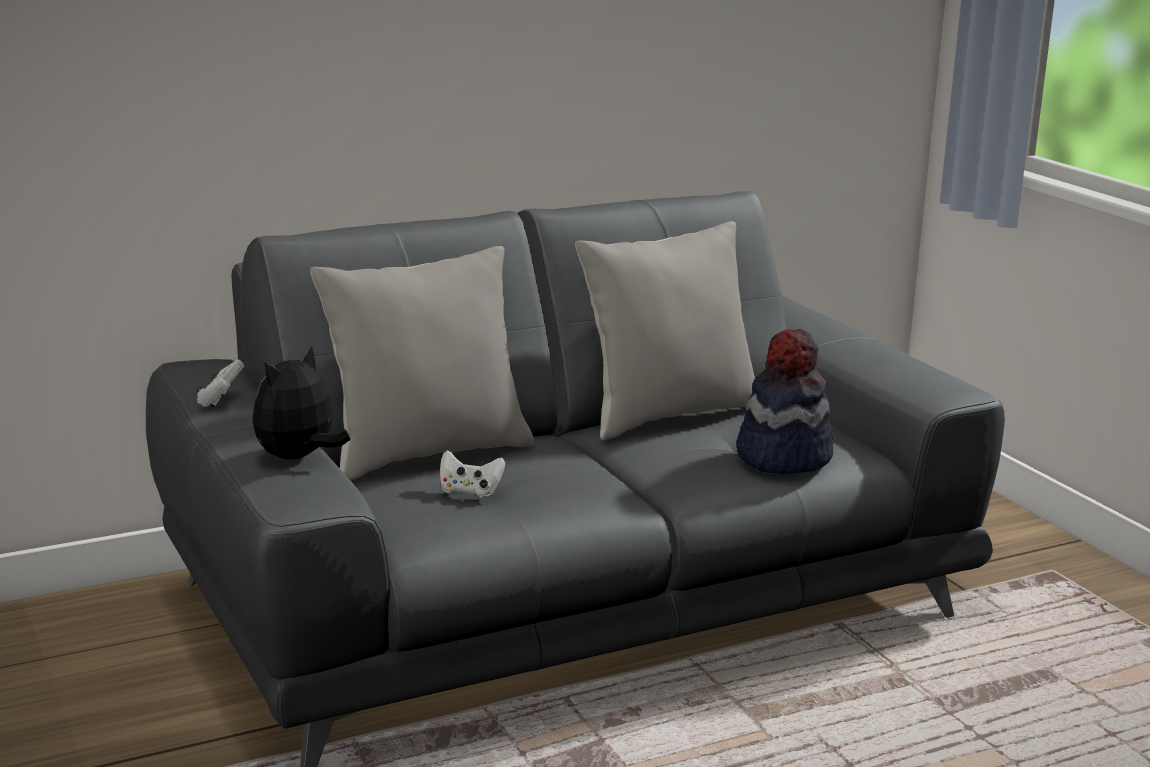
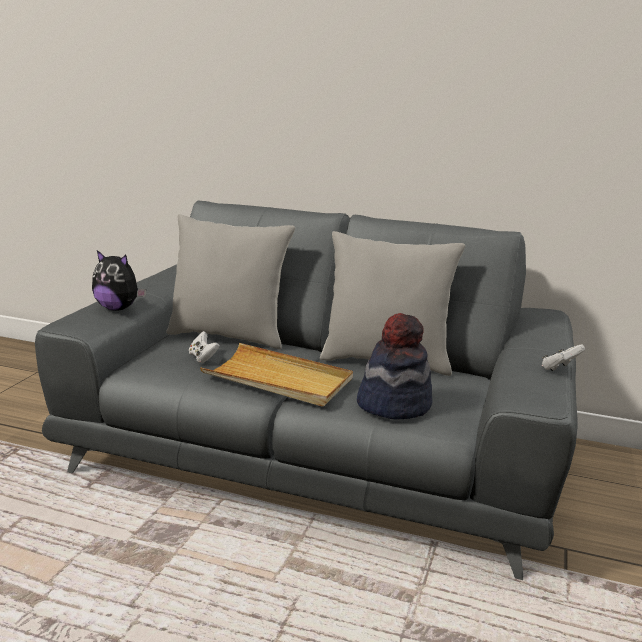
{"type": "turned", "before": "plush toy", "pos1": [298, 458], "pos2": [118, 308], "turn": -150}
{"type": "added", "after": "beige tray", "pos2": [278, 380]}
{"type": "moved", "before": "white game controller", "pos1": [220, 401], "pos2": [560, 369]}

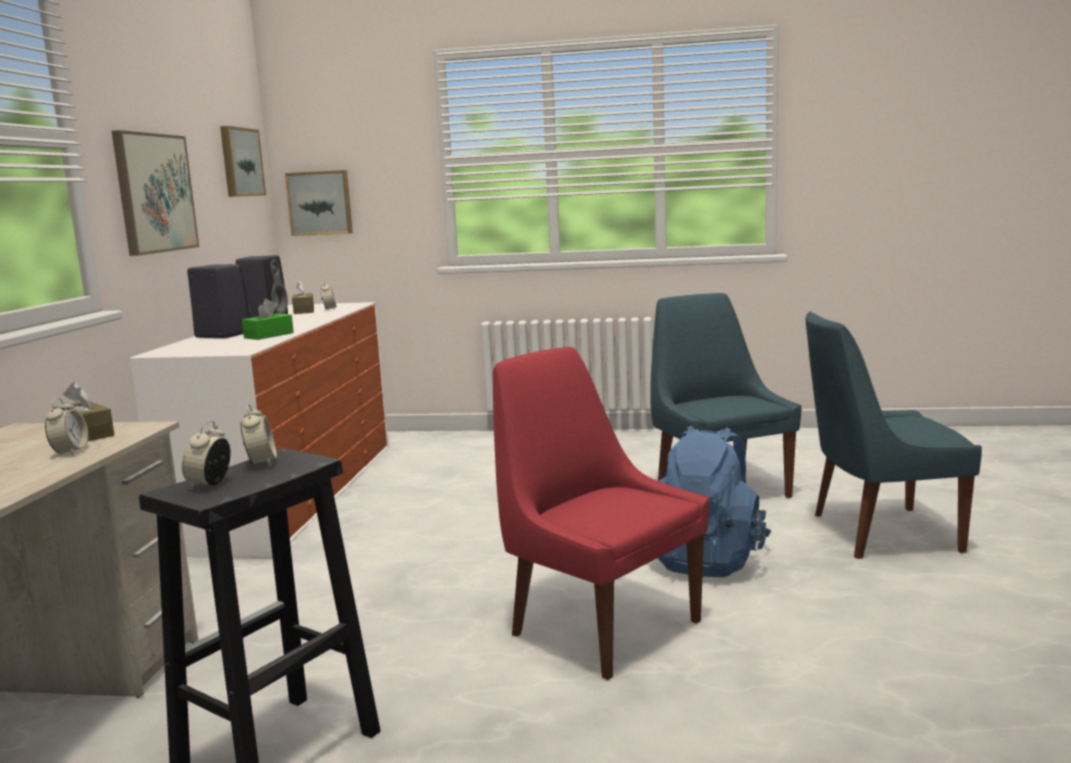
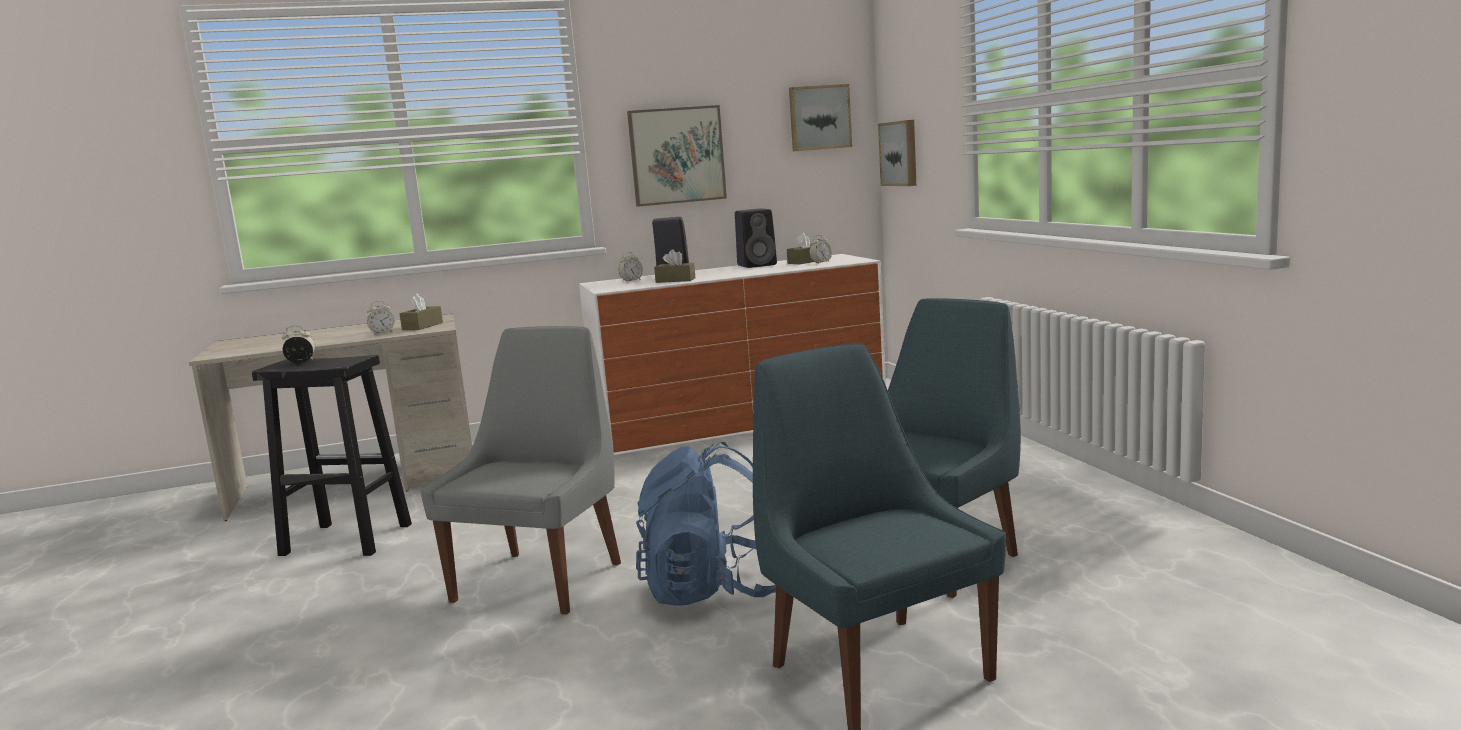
{"type": "recoloured", "before": "red chair", "after": "grey chair", "pos1": [600, 626], "pos2": [542, 579]}
{"type": "moved", "before": "alarm clock", "pos1": [261, 462], "pos2": [631, 281]}
{"type": "recoloured", "before": "green tissue box", "after": "brown tissue box", "pos1": [269, 335], "pos2": [675, 280]}

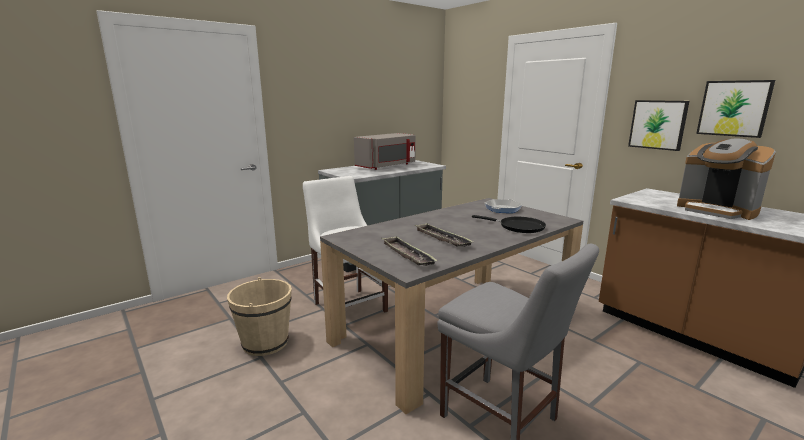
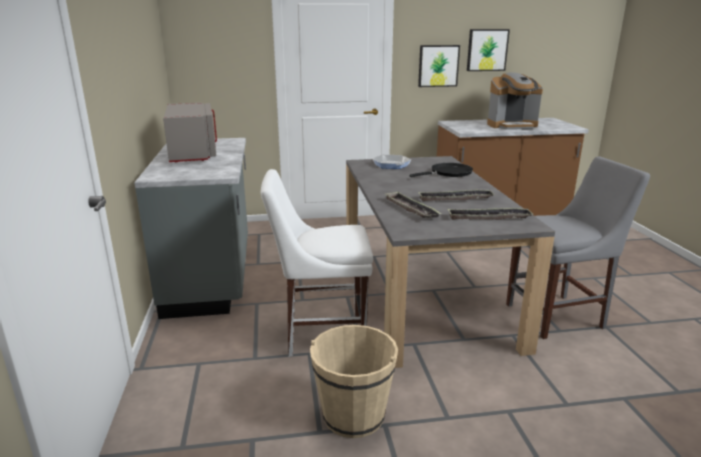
{"type": "added", "after": "tray", "pos2": [410, 209]}

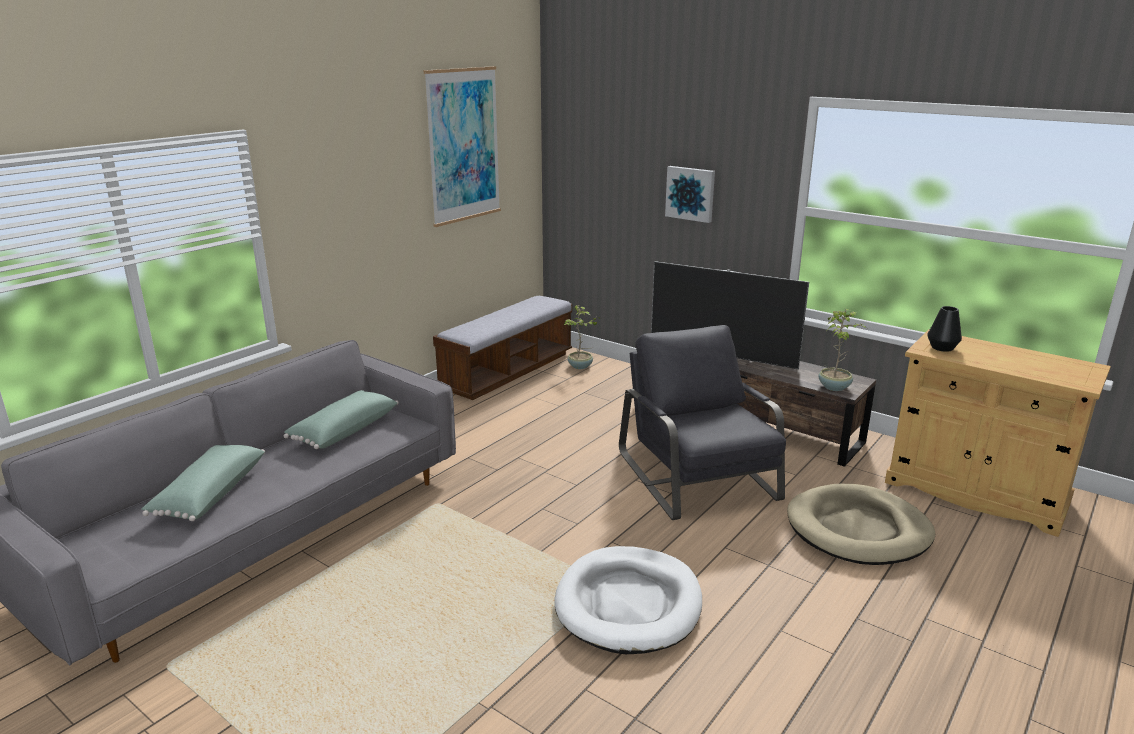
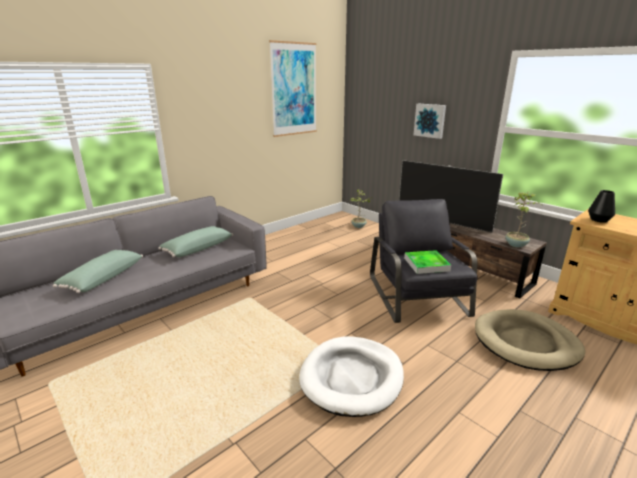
{"type": "added", "after": "tray", "pos2": [426, 264]}
{"type": "removed", "before": "bench", "pos1": [508, 371]}

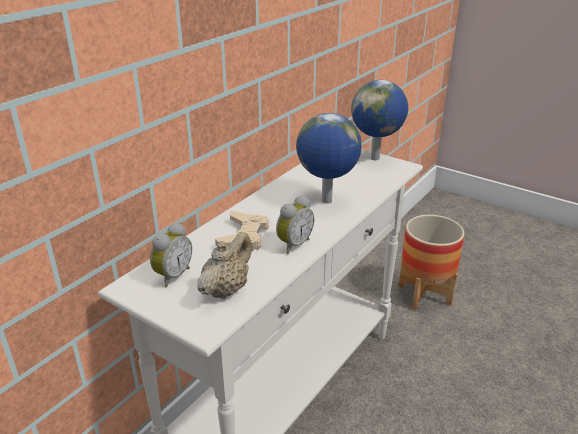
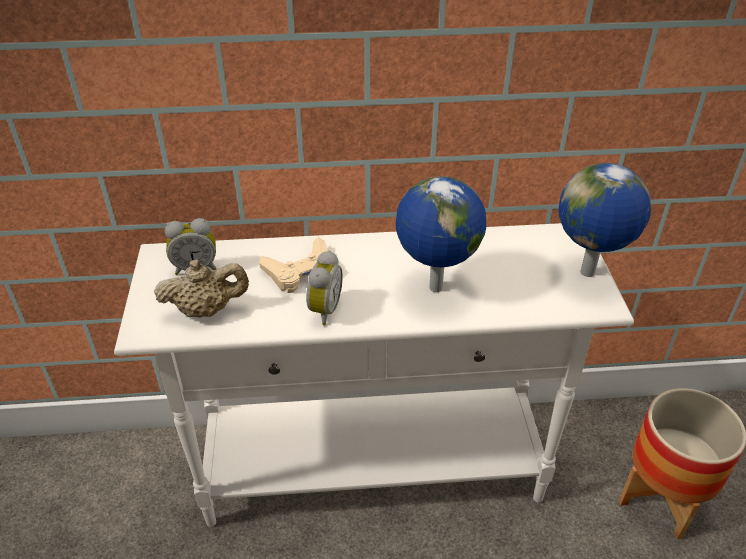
{"type": "turned", "before": "alarm clock", "pos1": [293, 244], "pos2": [323, 310], "turn": -75}

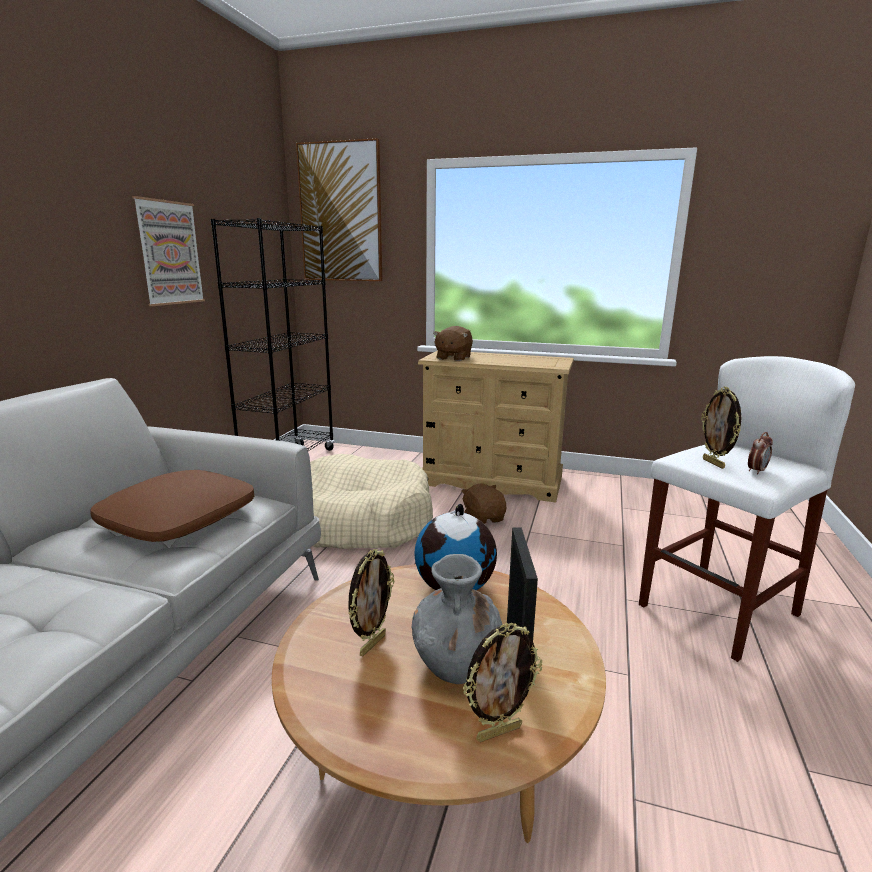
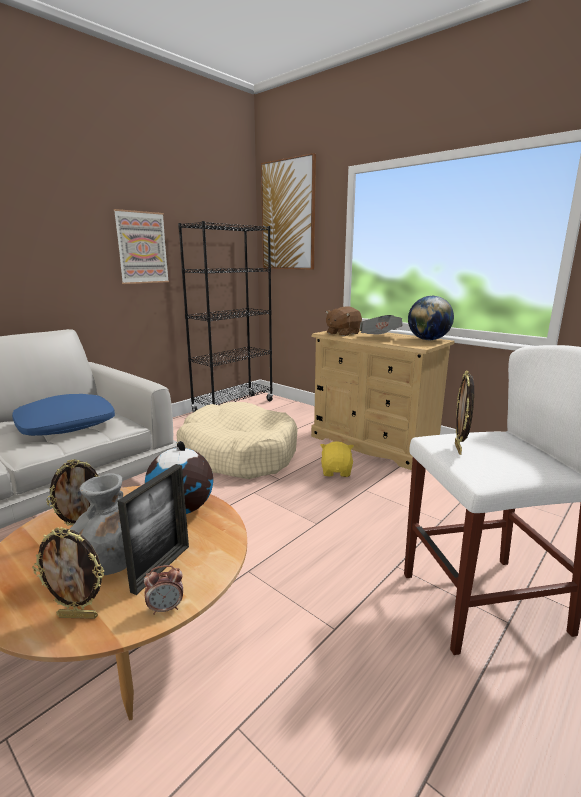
{"type": "recoloured", "before": "brown pillow", "after": "blue pillow", "pos1": [179, 519], "pos2": [66, 425]}
{"type": "moved", "before": "alarm clock", "pos1": [756, 471], "pos2": [166, 608]}
{"type": "recoloured", "before": "brown plush toy", "after": "yellow plush toy", "pos1": [484, 518], "pos2": [336, 471]}
{"type": "added", "after": "newspaper", "pos2": [379, 338]}
{"type": "added", "after": "globe", "pos2": [428, 340]}

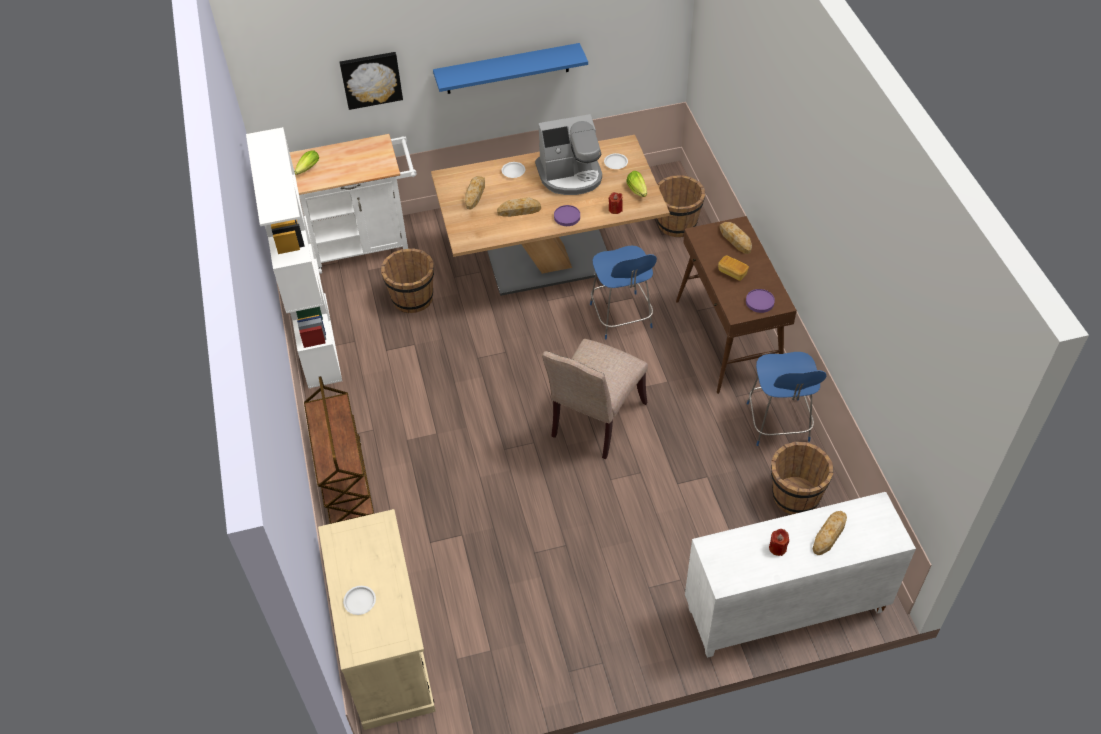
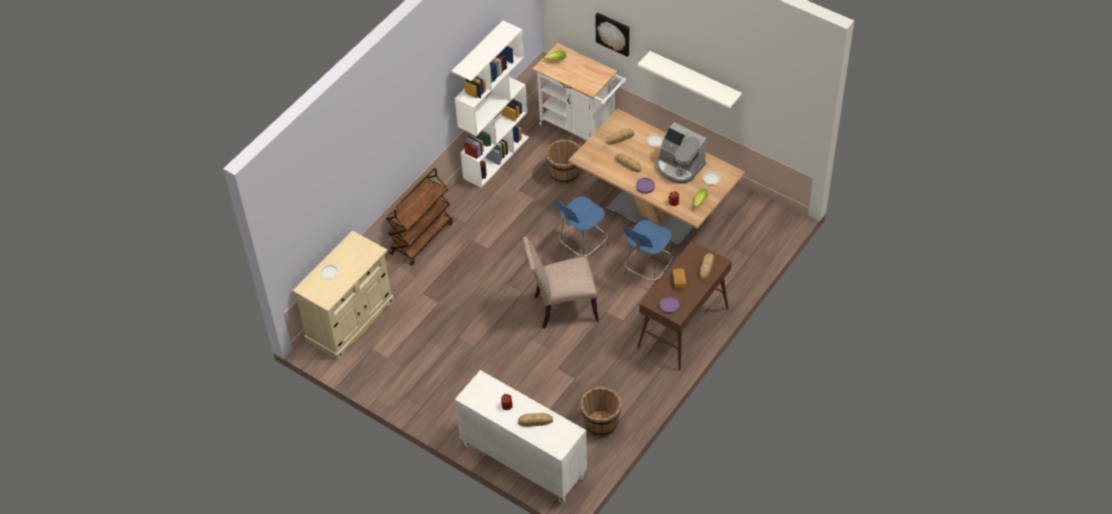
{"type": "moved", "before": "blue chair", "pos1": [778, 424], "pos2": [582, 247]}
{"type": "recoloured", "before": "blue shelf", "after": "white shelf", "pos1": [507, 69], "pos2": [695, 79]}
{"type": "removed", "before": "brown bucket", "pos1": [677, 224]}

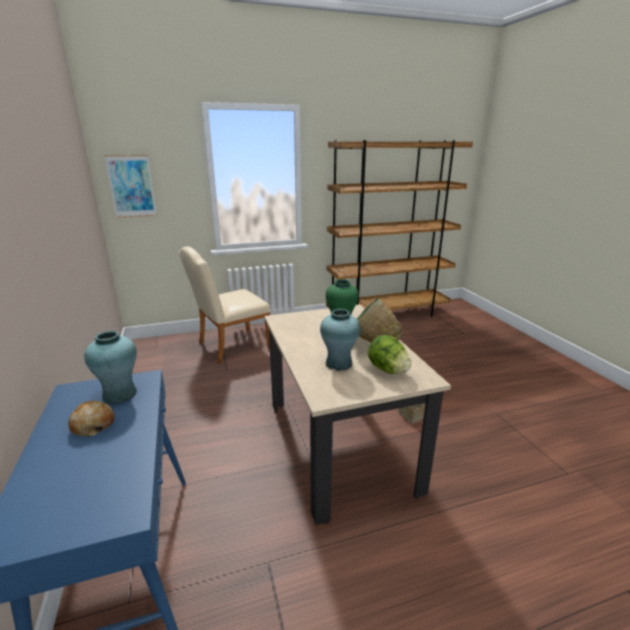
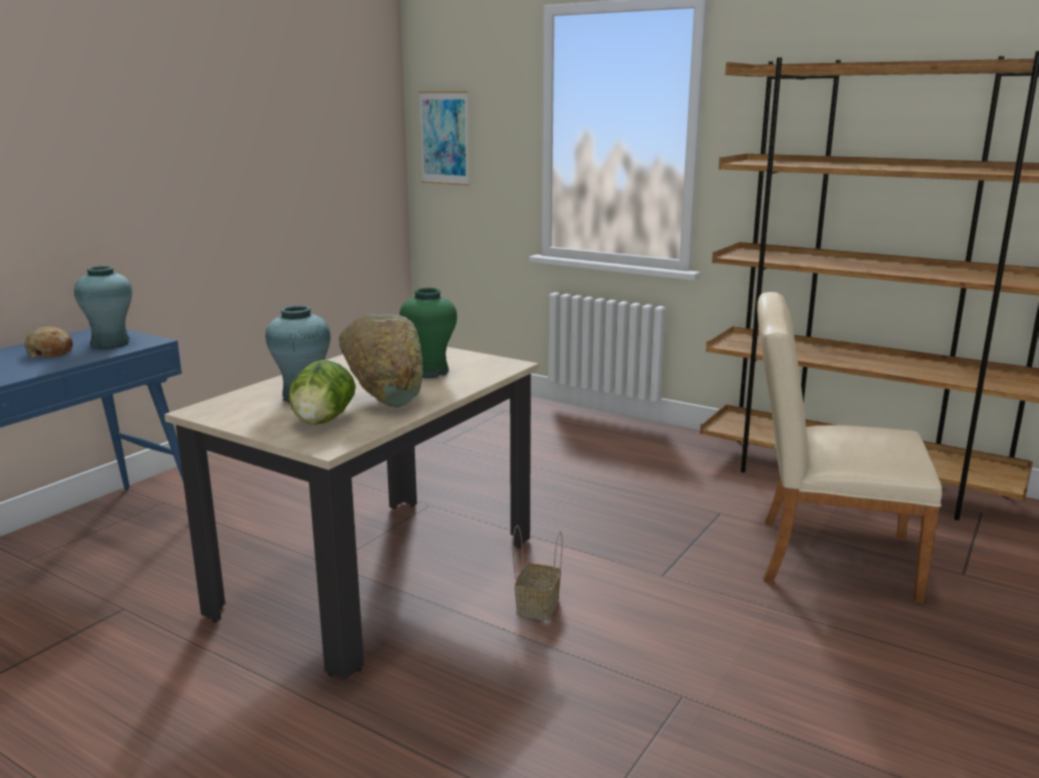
{"type": "moved", "before": "beige chair", "pos1": [229, 346], "pos2": [823, 556]}

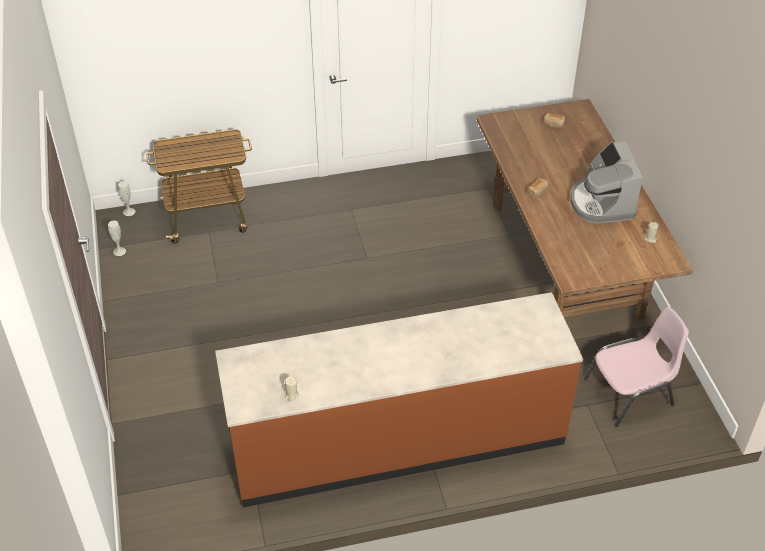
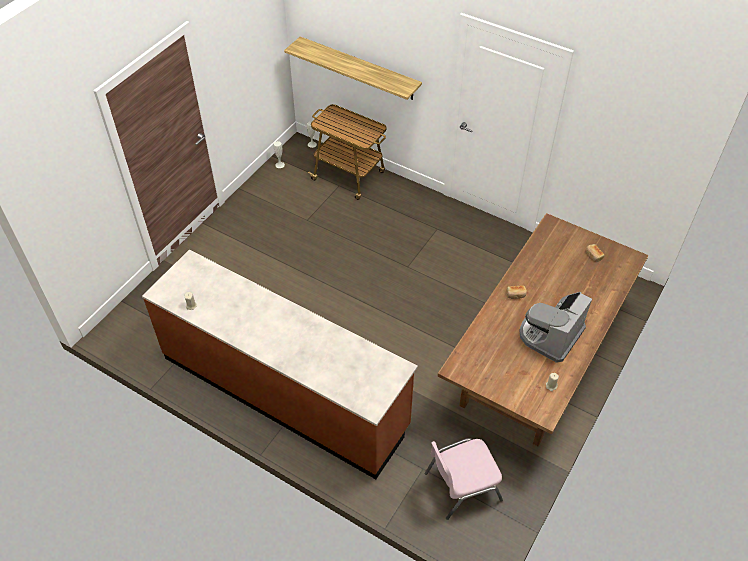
{"type": "added", "after": "shelf", "pos2": [359, 68]}
{"type": "turned", "before": "pink chair", "pos1": [630, 393], "pos2": [461, 486], "turn": 135}

